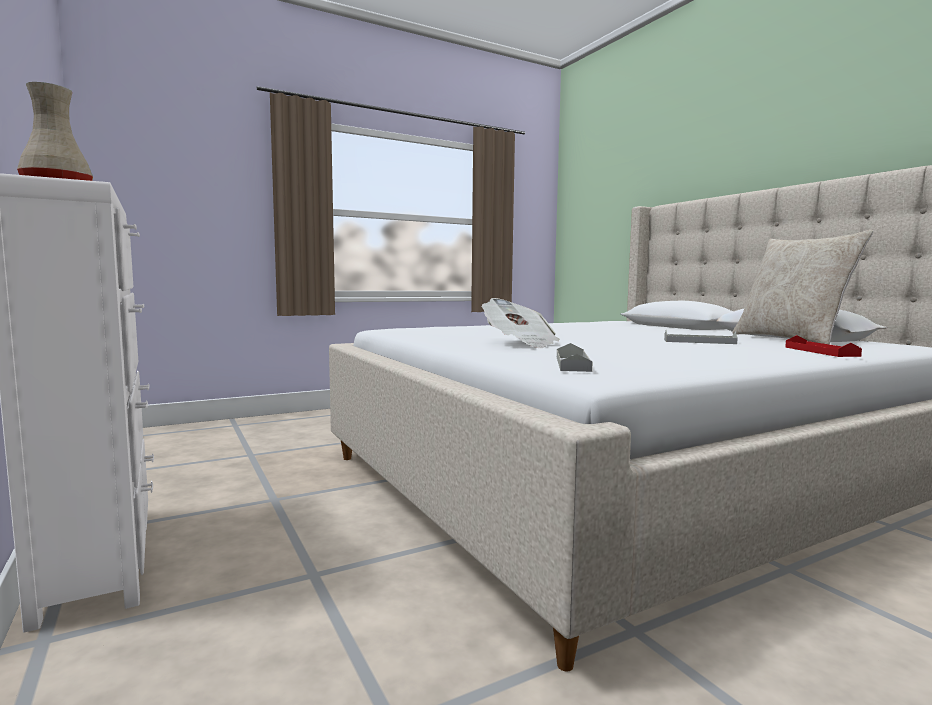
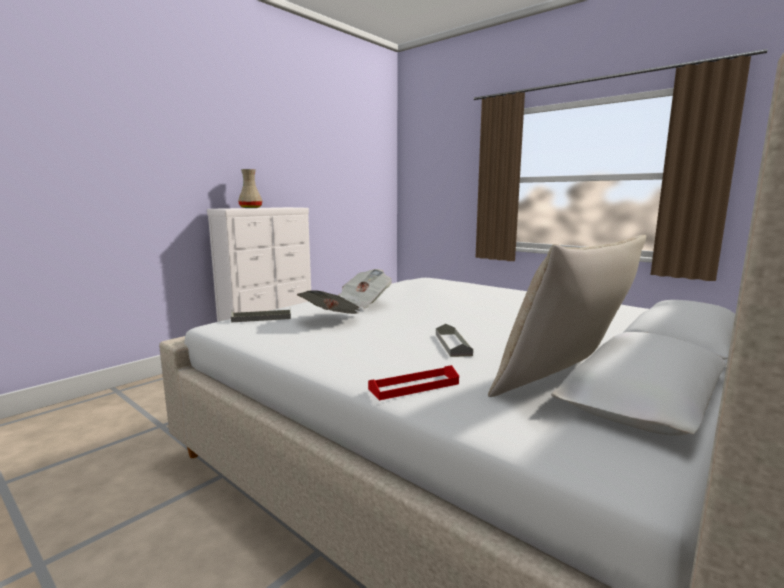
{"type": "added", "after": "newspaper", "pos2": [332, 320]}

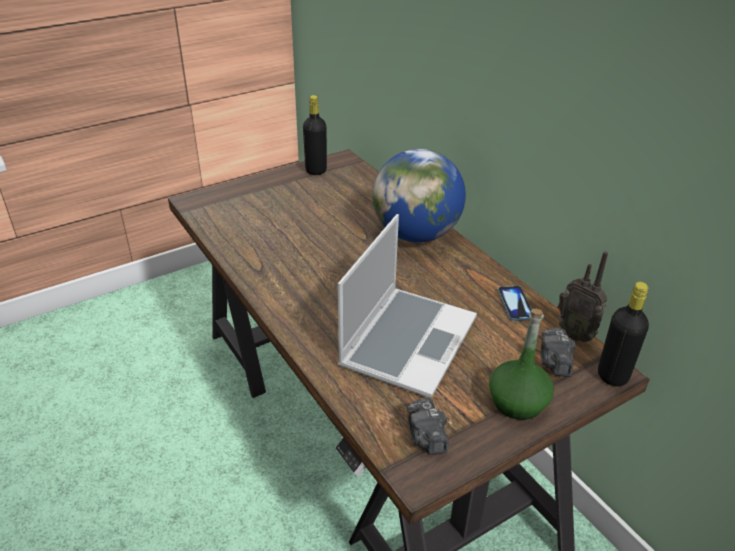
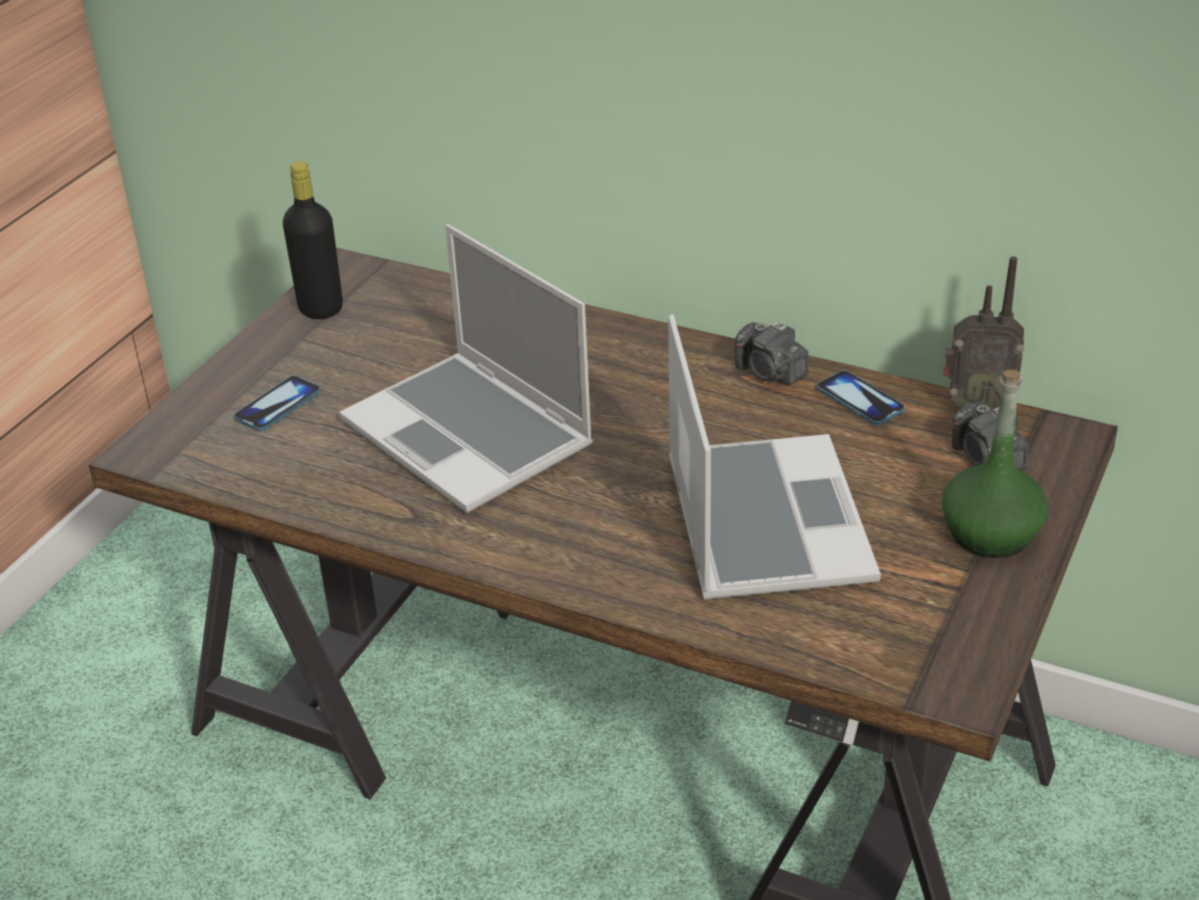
{"type": "added", "after": "phone", "pos2": [278, 405]}
{"type": "added", "after": "laptop", "pos2": [471, 435]}
{"type": "moved", "before": "photo camera", "pos1": [426, 438], "pos2": [770, 373]}
{"type": "removed", "before": "globe", "pos1": [416, 234]}
{"type": "removed", "before": "black bottle", "pos1": [612, 375]}

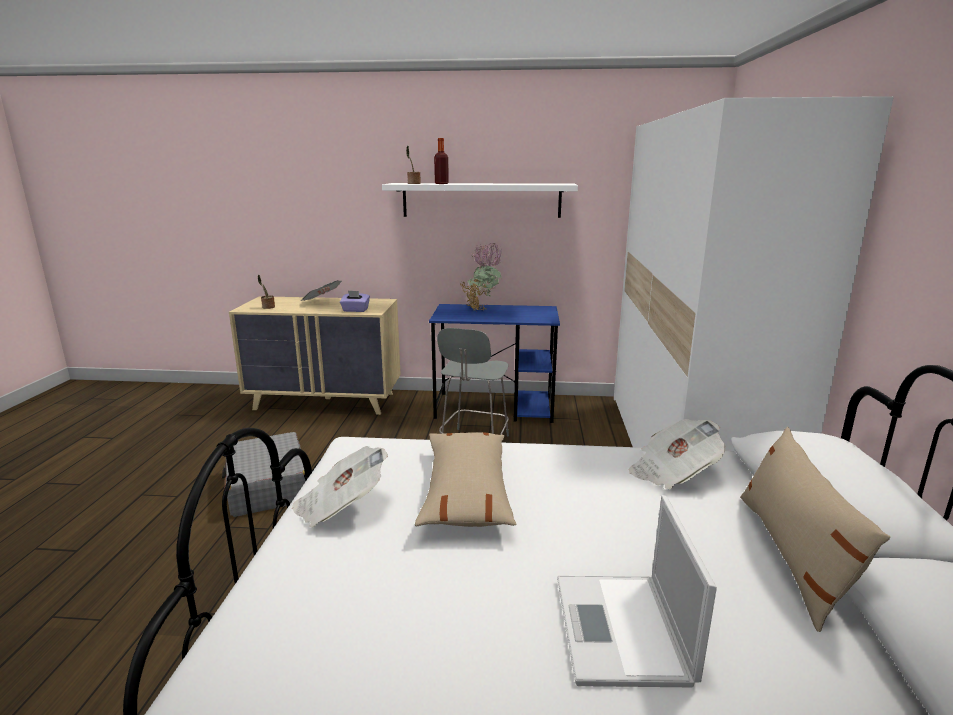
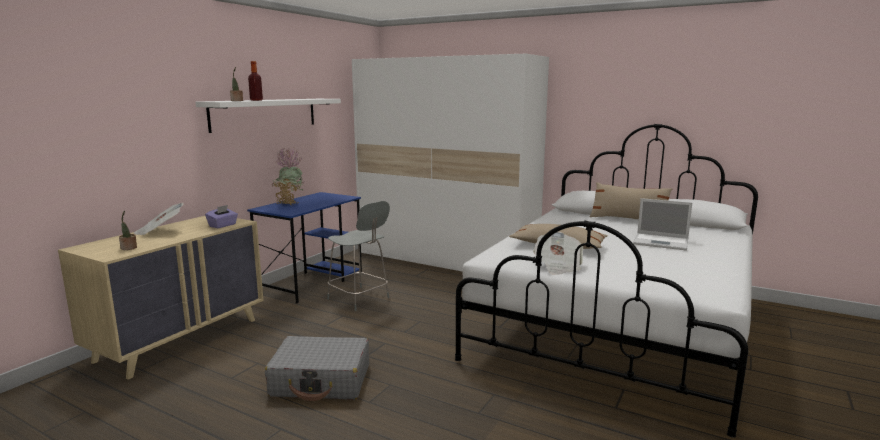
{"type": "removed", "before": "newspaper", "pos1": [672, 472]}

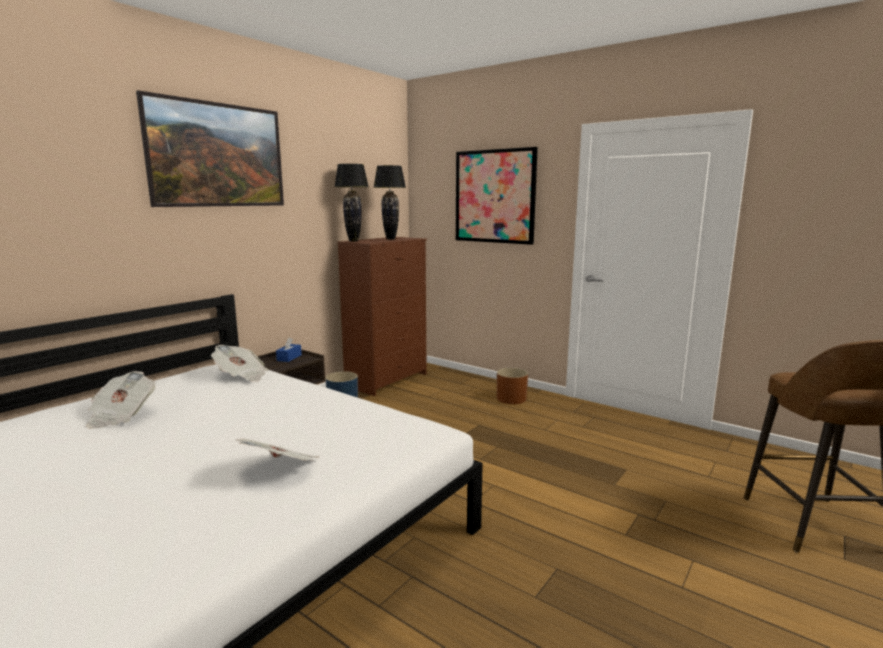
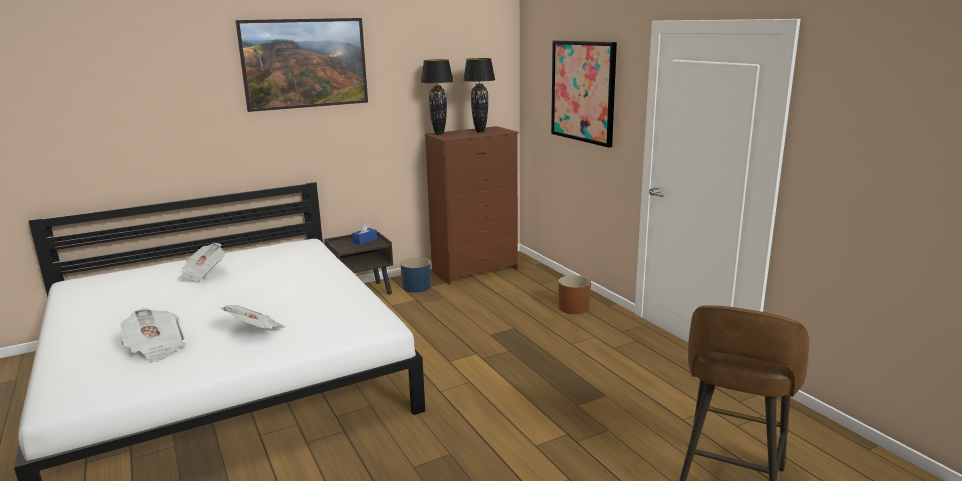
{"type": "moved", "before": "newspaper", "pos1": [241, 376], "pos2": [156, 349]}

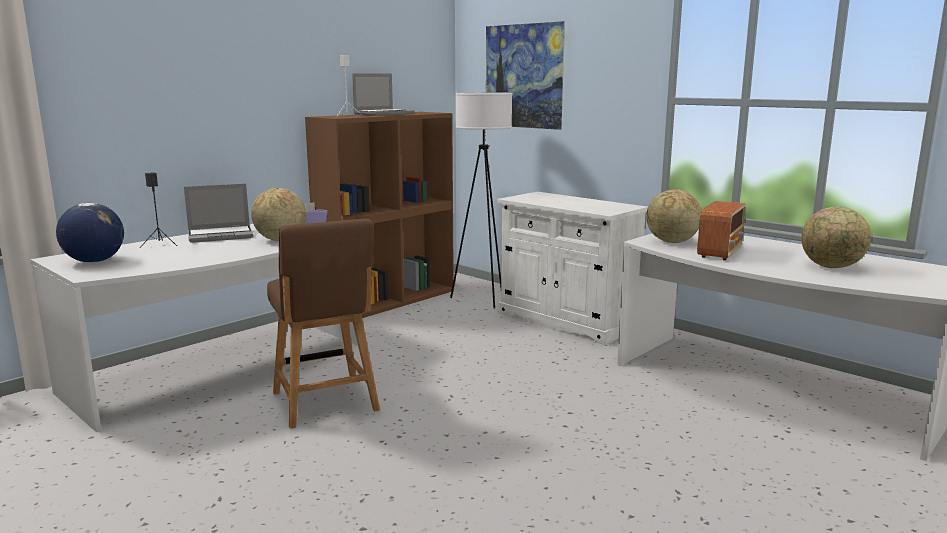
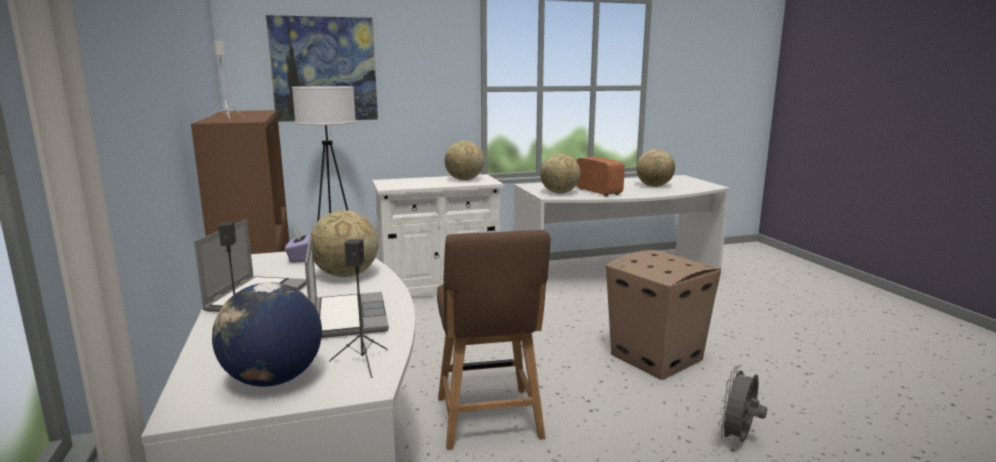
{"type": "moved", "before": "laptop", "pos1": [384, 114], "pos2": [347, 317]}
{"type": "added", "after": "black speaker", "pos2": [363, 361]}
{"type": "turned", "before": "brown chair", "pos1": [326, 404], "pos2": [489, 421], "turn": 75}
{"type": "added", "after": "globe", "pos2": [464, 180]}
{"type": "added", "after": "cardboard box", "pos2": [655, 357]}
{"type": "added", "after": "grey fan", "pos2": [738, 439]}

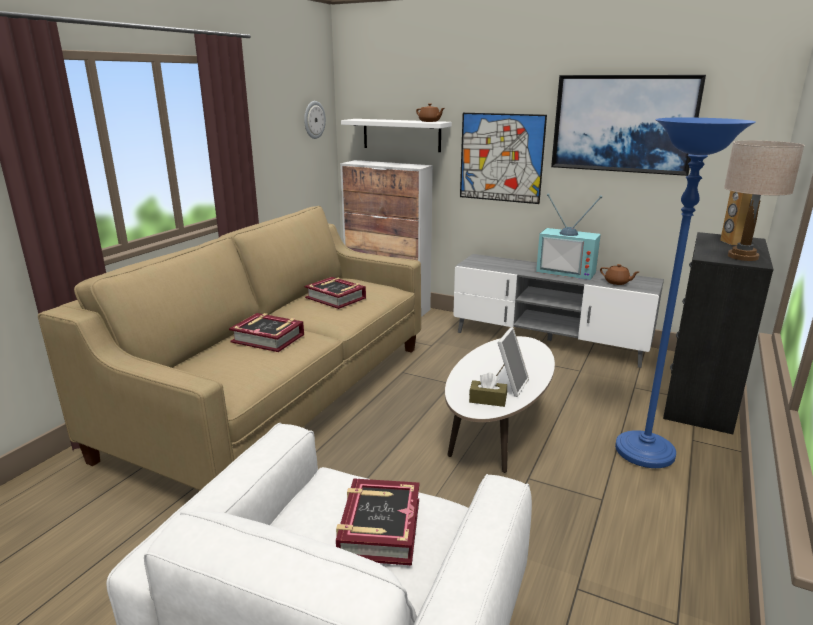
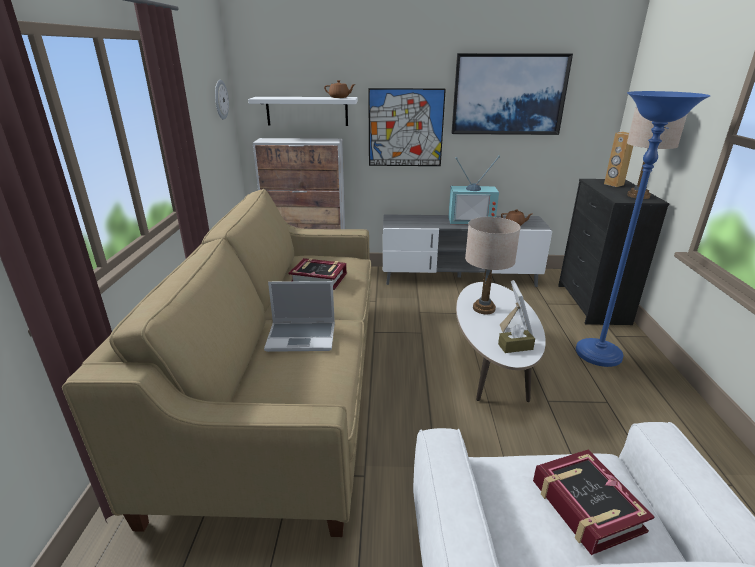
{"type": "replaced", "before": "book", "after": "laptop", "pos1": [268, 338], "pos2": [302, 337]}
{"type": "added", "after": "beige table lamp", "pos2": [484, 308]}

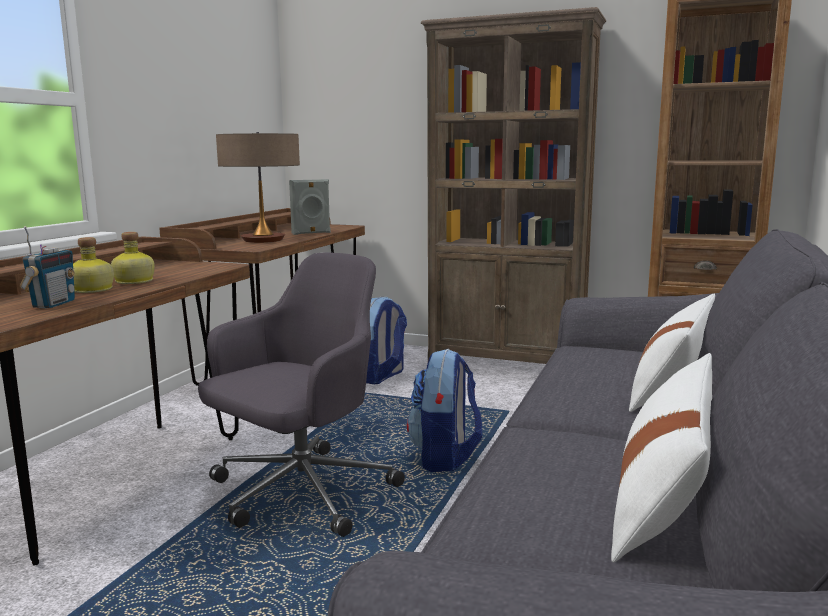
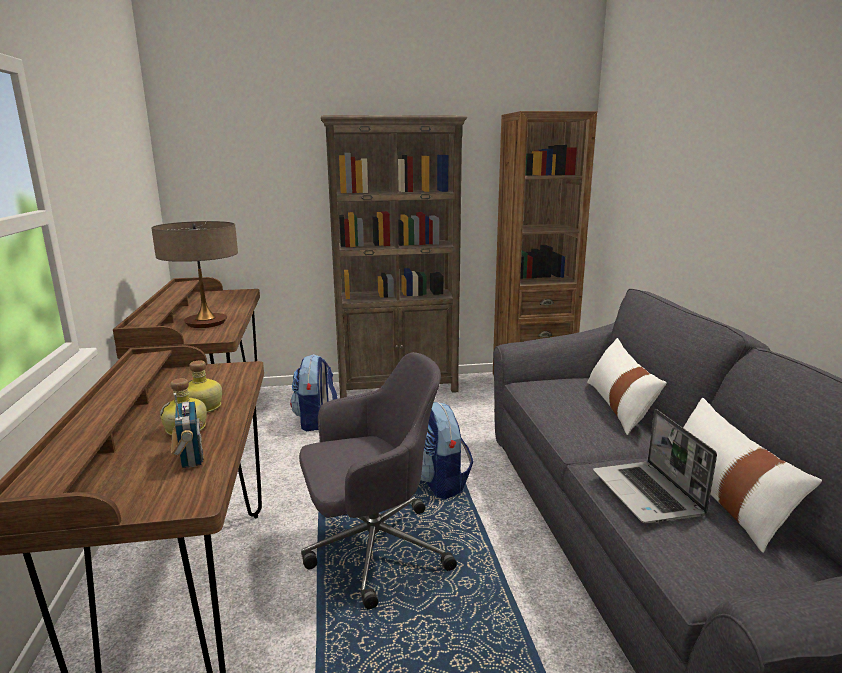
{"type": "turned", "before": "grey office chair", "pos1": [300, 493], "pos2": [372, 549], "turn": 60}
{"type": "added", "after": "laptop", "pos2": [648, 494]}
{"type": "removed", "before": "grey speaker", "pos1": [311, 233]}

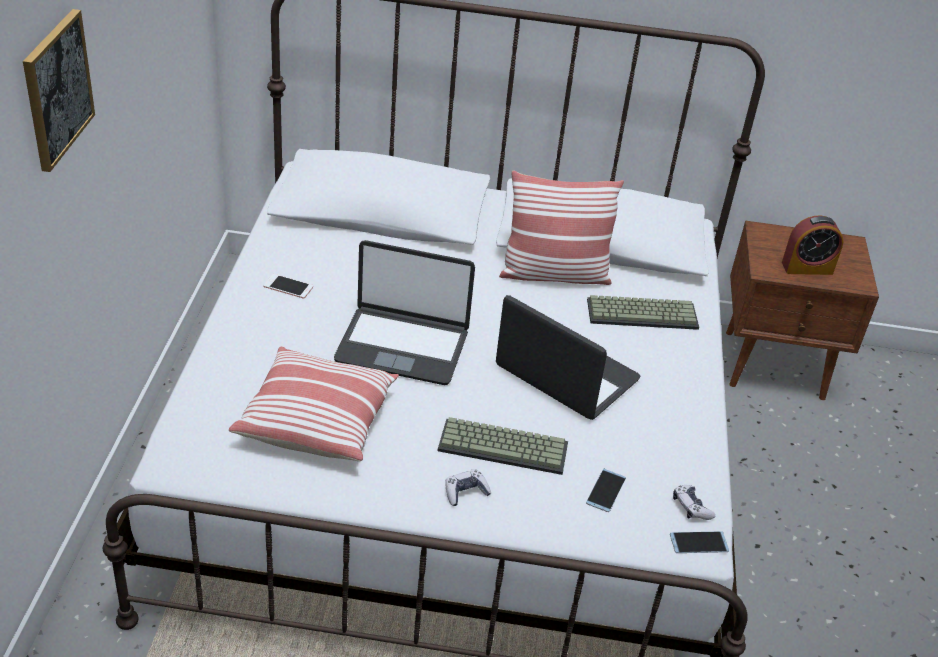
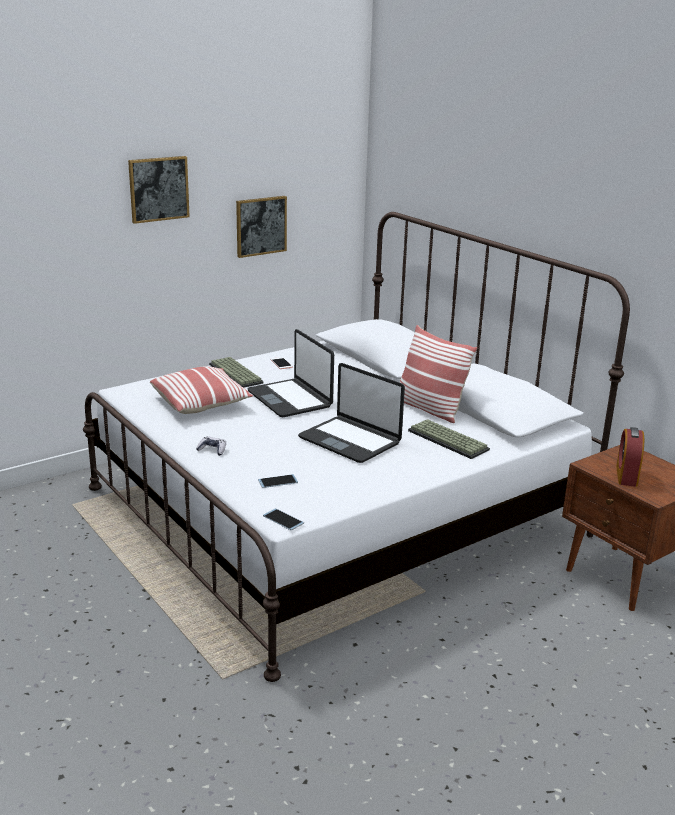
{"type": "moved", "before": "keyboard", "pos1": [504, 446], "pos2": [237, 373]}
{"type": "added", "after": "picture", "pos2": [261, 226]}
{"type": "turned", "before": "laptop", "pos1": [566, 375], "pos2": [350, 440], "turn": 135}
{"type": "turned", "before": "alarm clock", "pos1": [807, 268], "pos2": [626, 475], "turn": 60}
{"type": "removed", "before": "game controller", "pos1": [691, 507]}

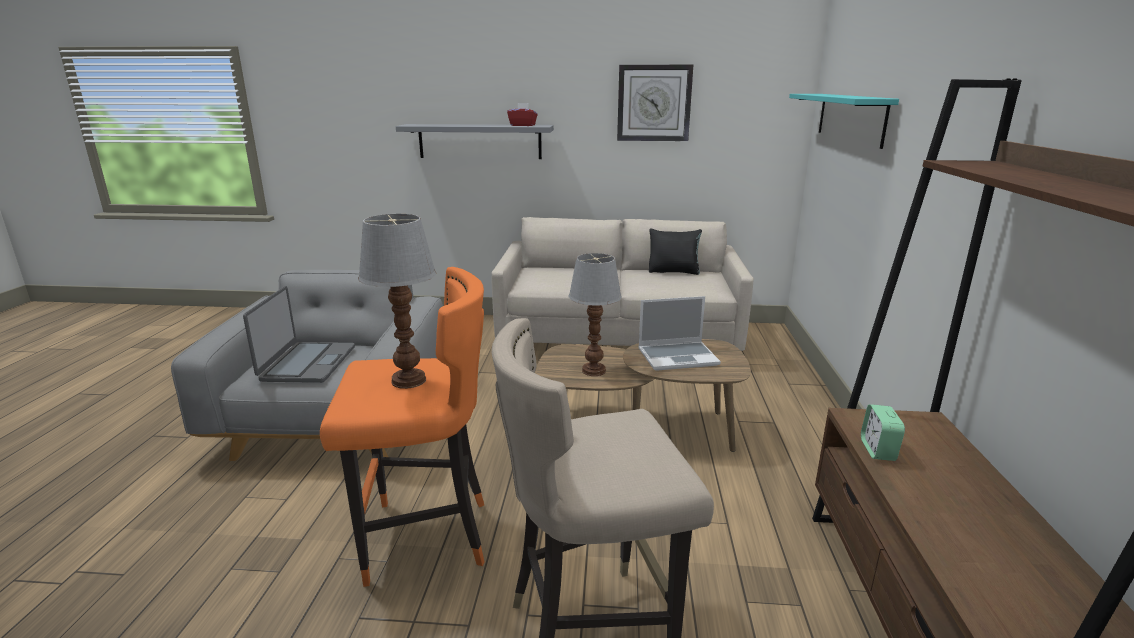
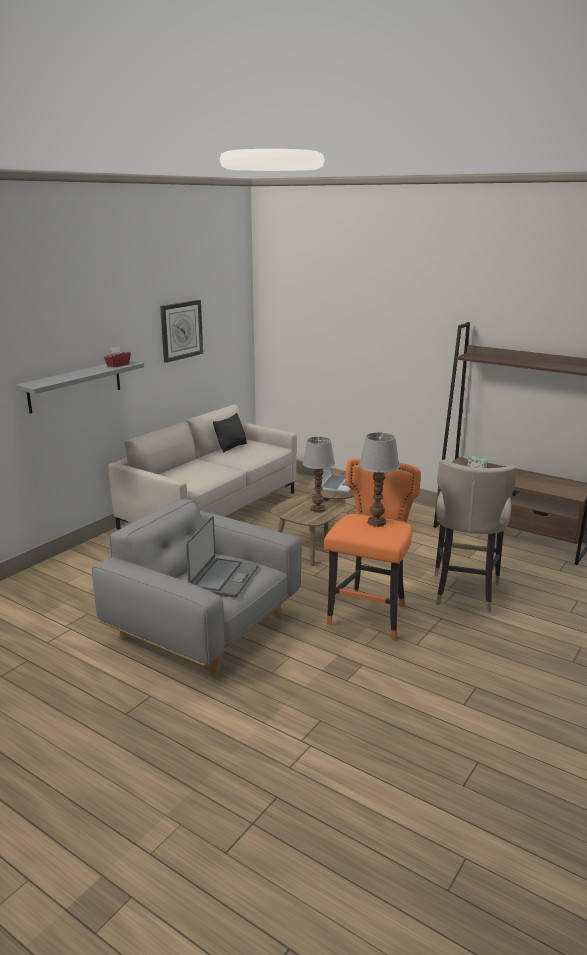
{"type": "turned", "before": "laptop", "pos1": [307, 363], "pos2": [223, 578], "turn": 75}
{"type": "removed", "before": "turquoise shelf", "pos1": [850, 118]}

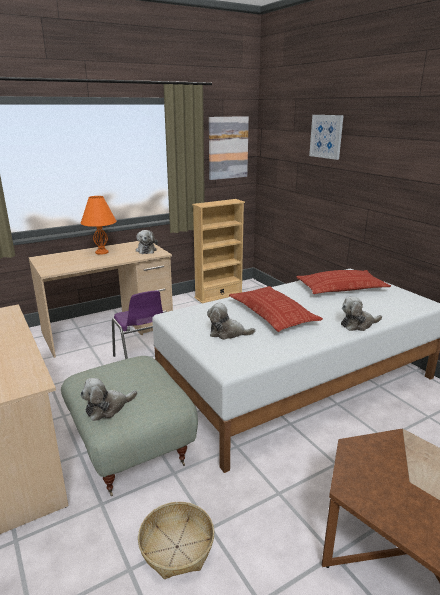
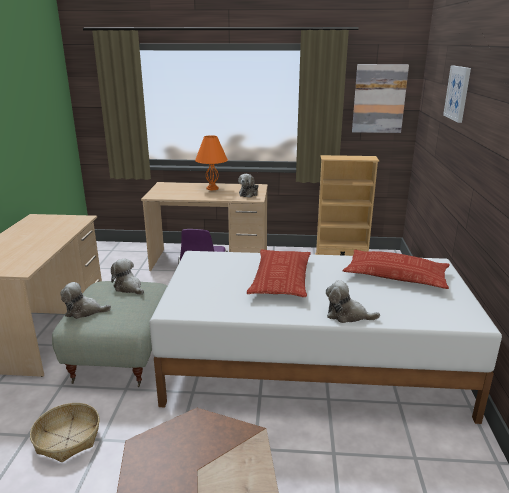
{"type": "moved", "before": "plush toy", "pos1": [227, 333], "pos2": [129, 288]}

